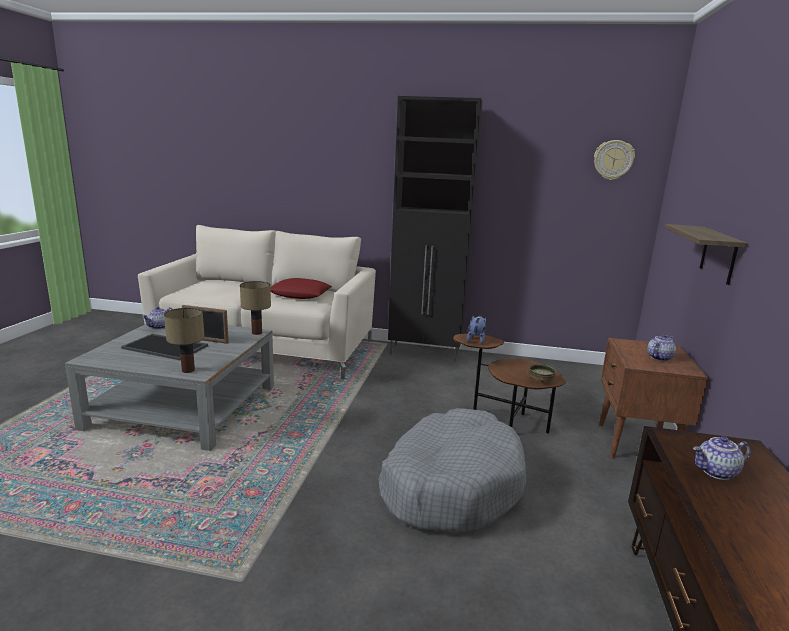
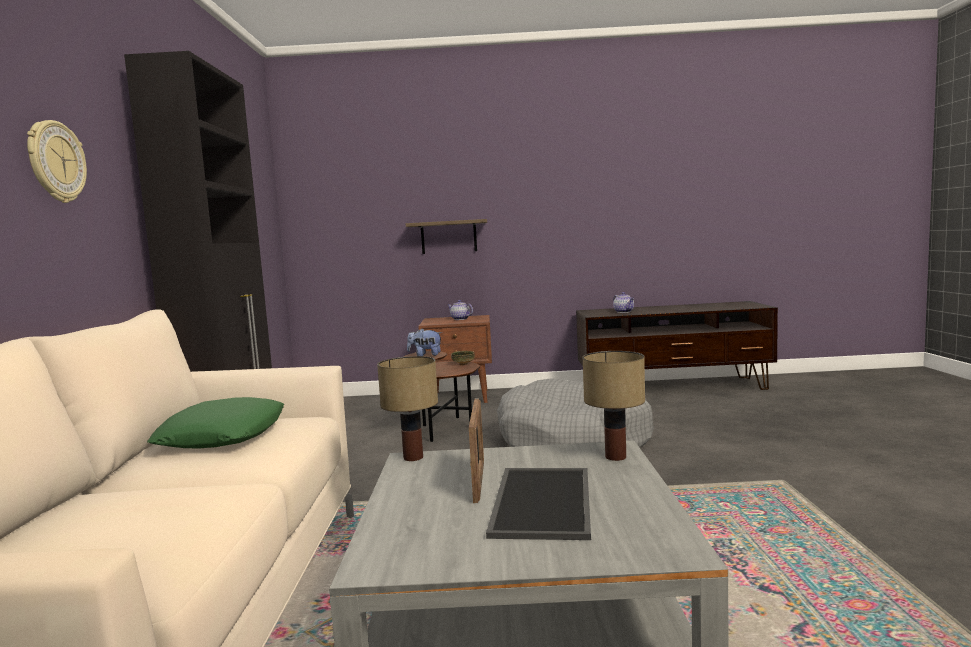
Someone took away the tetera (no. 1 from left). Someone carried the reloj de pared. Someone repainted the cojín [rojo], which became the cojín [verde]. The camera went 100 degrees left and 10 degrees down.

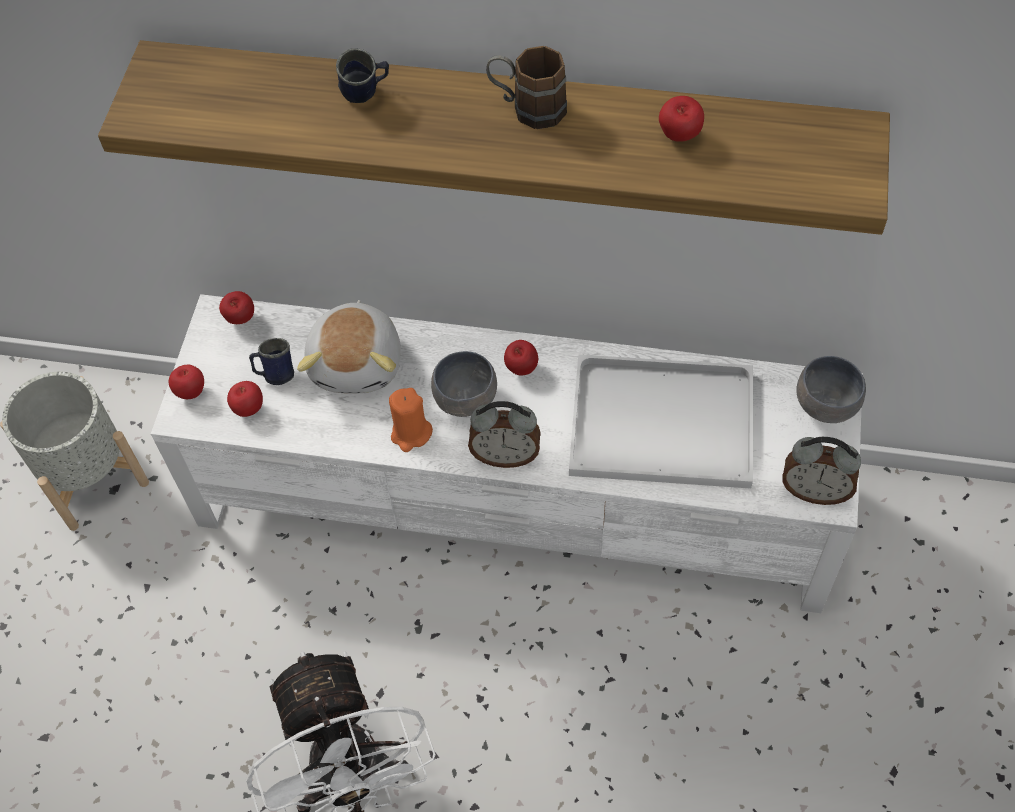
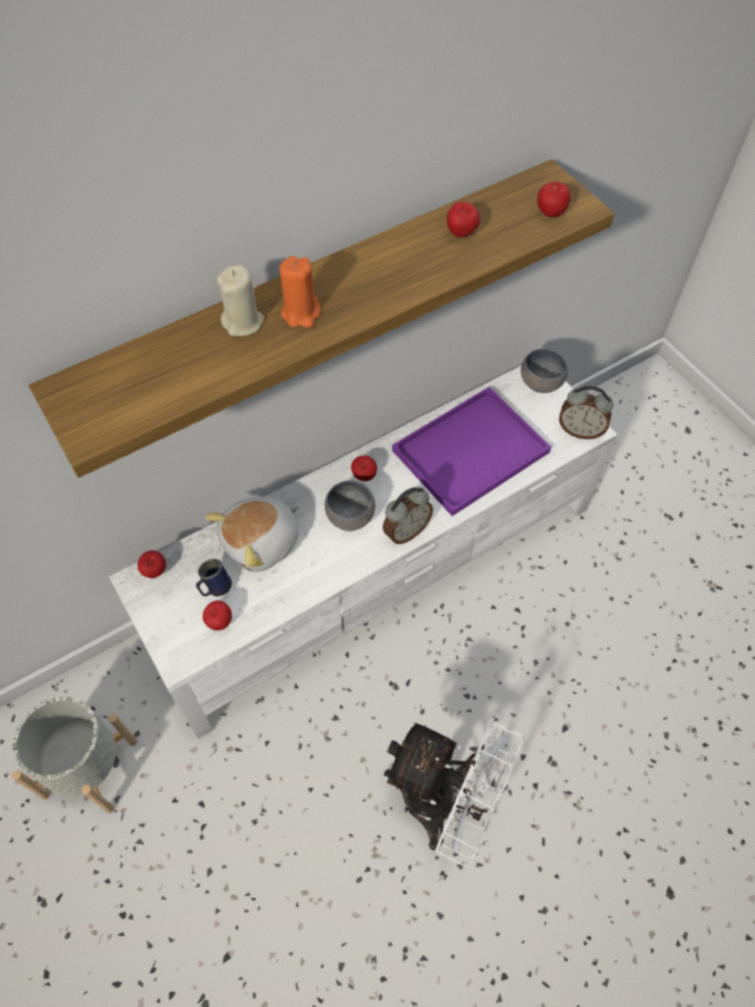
Someone took away the taza grande [marrón]. Someone carried the manzana (no. 1 from left in the first image). Someone carried the vela [naranja]. Someone swapped the taza grande [azul] (no. 2 from left) for the vela [beis]. Someone repainted the bandeja [blanco], which became the bandeja [morado]. Someone rotated the peluche by 90 degrees clockwise. Someone rotated the despertador (no. 2 from left) by 45 degrees clockwise. The camera went 45 degrees left and 0 degrees up.

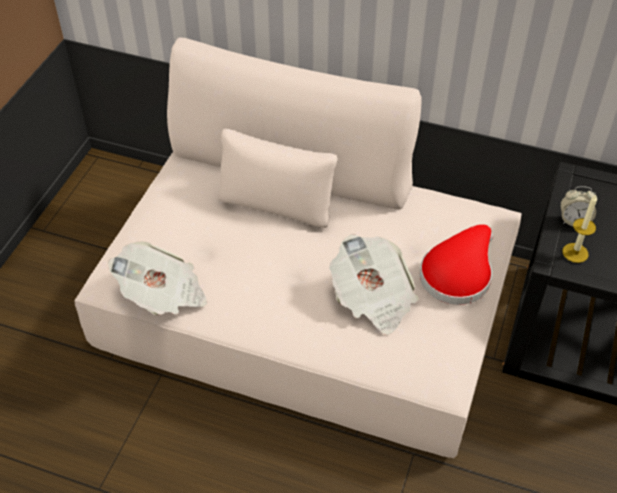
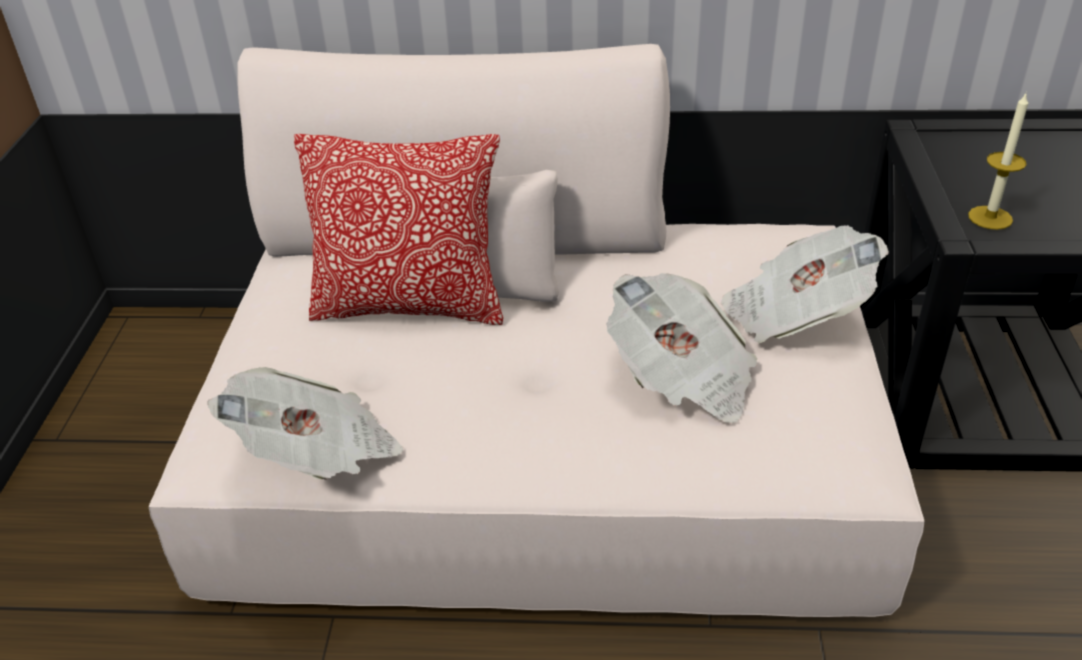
Someone took away the despertador. Someone put down the cojín. Someone swapped the sombrero [rojo] for the periódico (no. 3 from left). The camera went 15 degrees left and 10 degrees down.

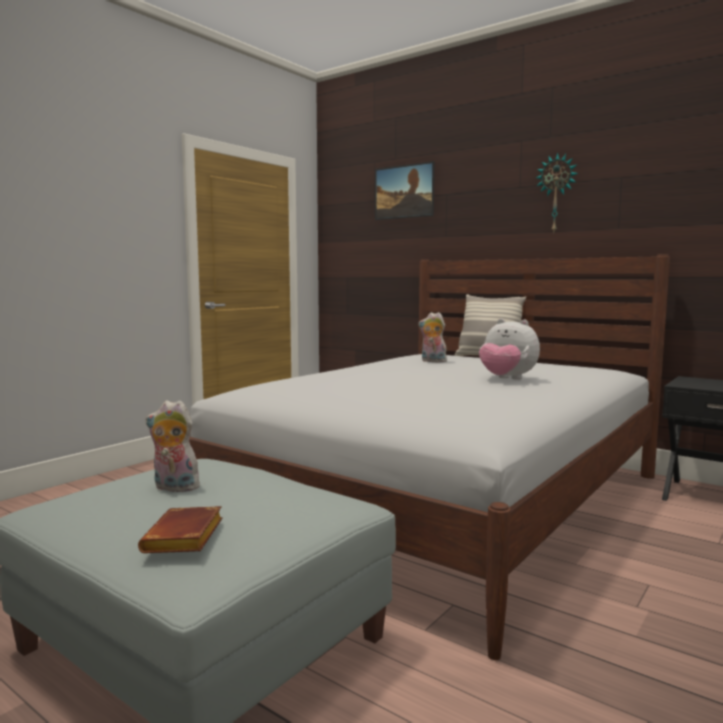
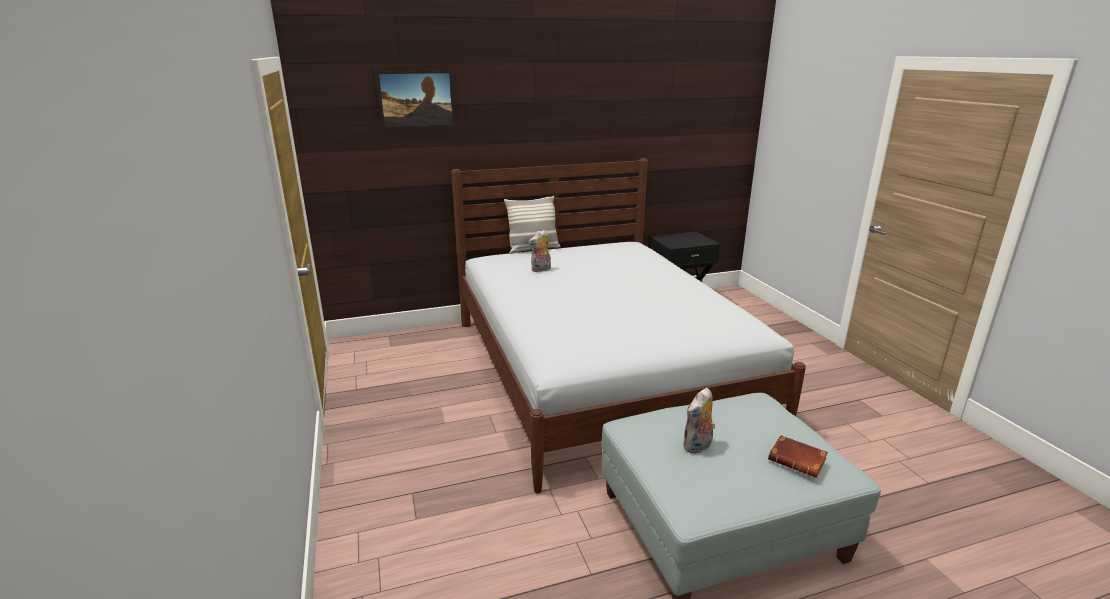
Someone took away the peluche (no. 3 from left). Someone took away the reloj de pared. The camera went 55 degrees left and 15 degrees up.

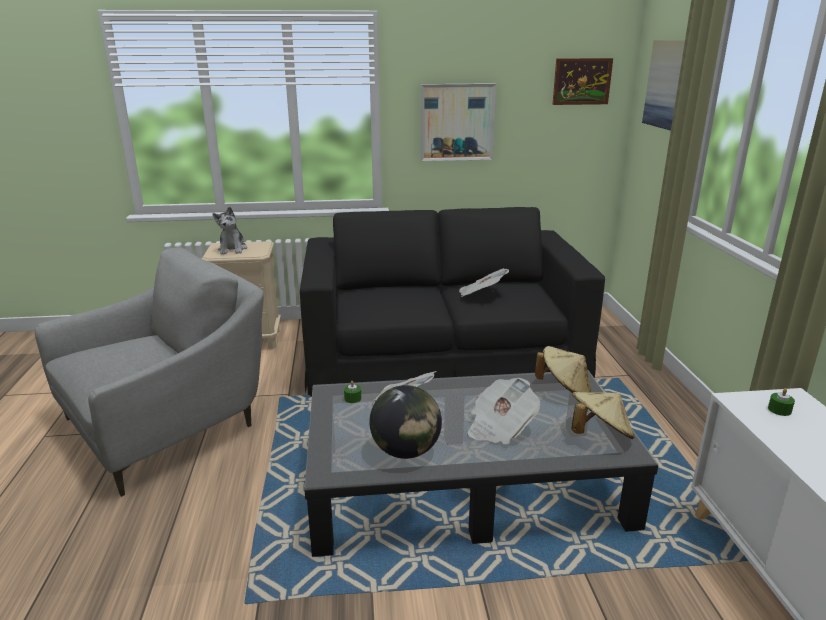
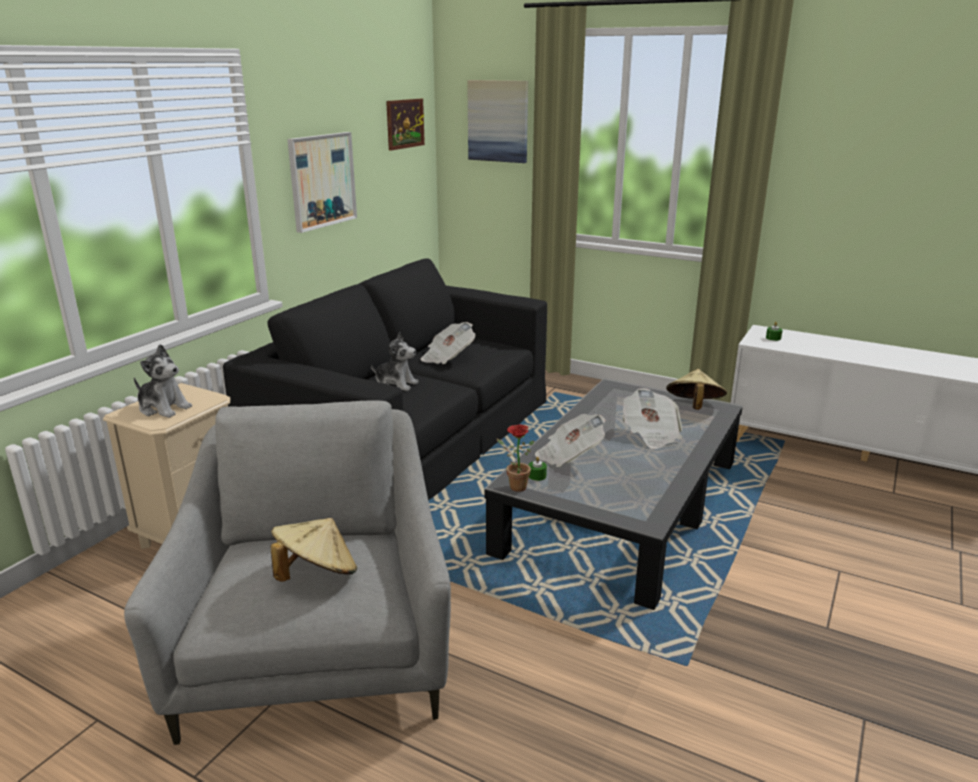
Someone took away the globo terráqueo. Someone put down the peluche (no. 2 from left). Someone put down the planta en maceta. Someone carried the sombrero [beis] (no. 1 from left). The camera went 55 degrees left and 0 degrees up.

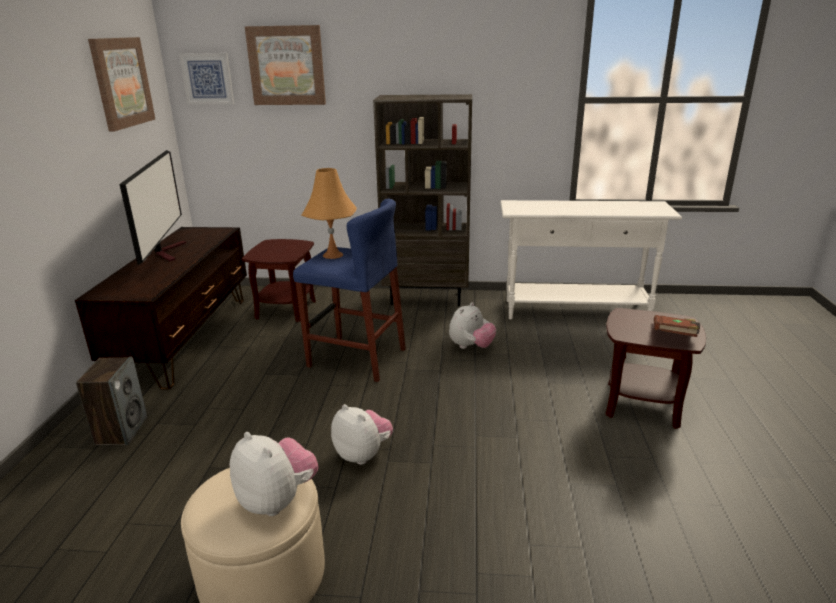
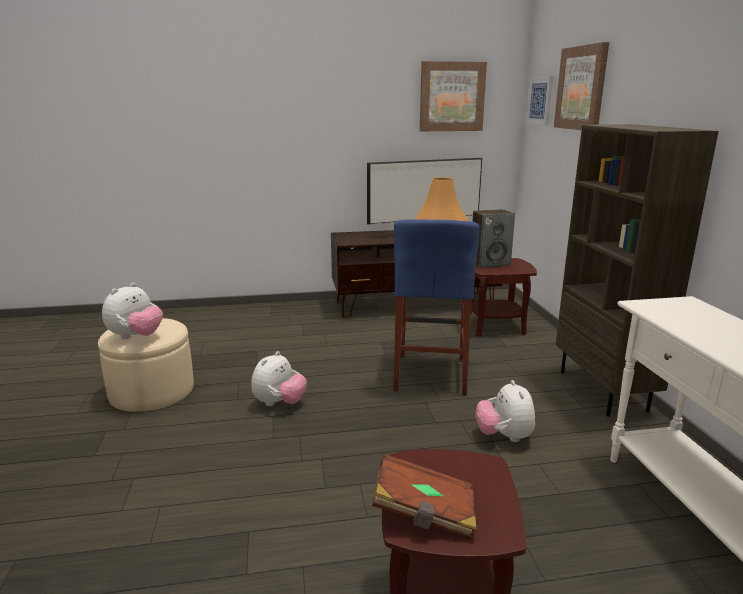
Someone carried the altavoz. Someone rotated the peluche (no. 3 from left) by 60 degrees clockwise. The camera went 75 degrees right and 5 degrees down.

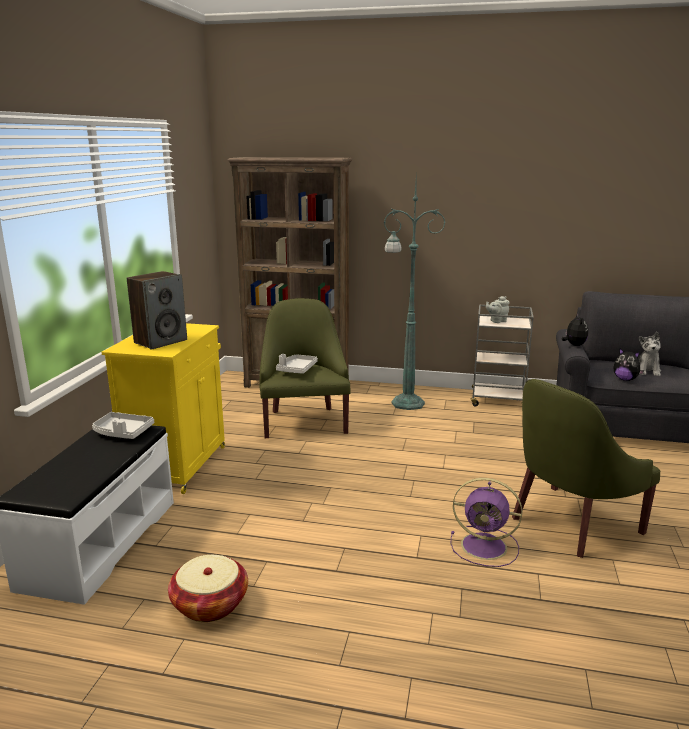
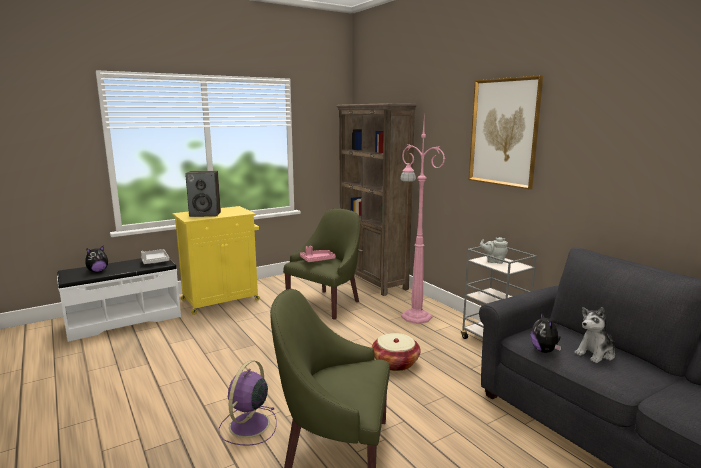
Someone put up the cuadro. Someone carried the cesta. Someone carried the peluche (no. 1 from left). Someone repainted the bandeja [gris] (no. 2 from left), which became the bandeja [rosa]. Someone repainted the lámpara de pie [verde], which became the lámpara de pie [rosa]. Someone rotated the ventilador [morado] by 45 degrees clockwise. The camera went 45 degrees right and 5 degrees down.

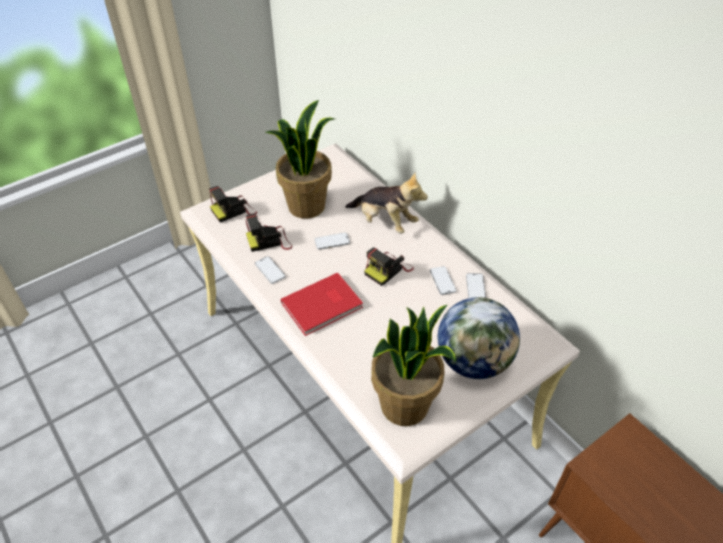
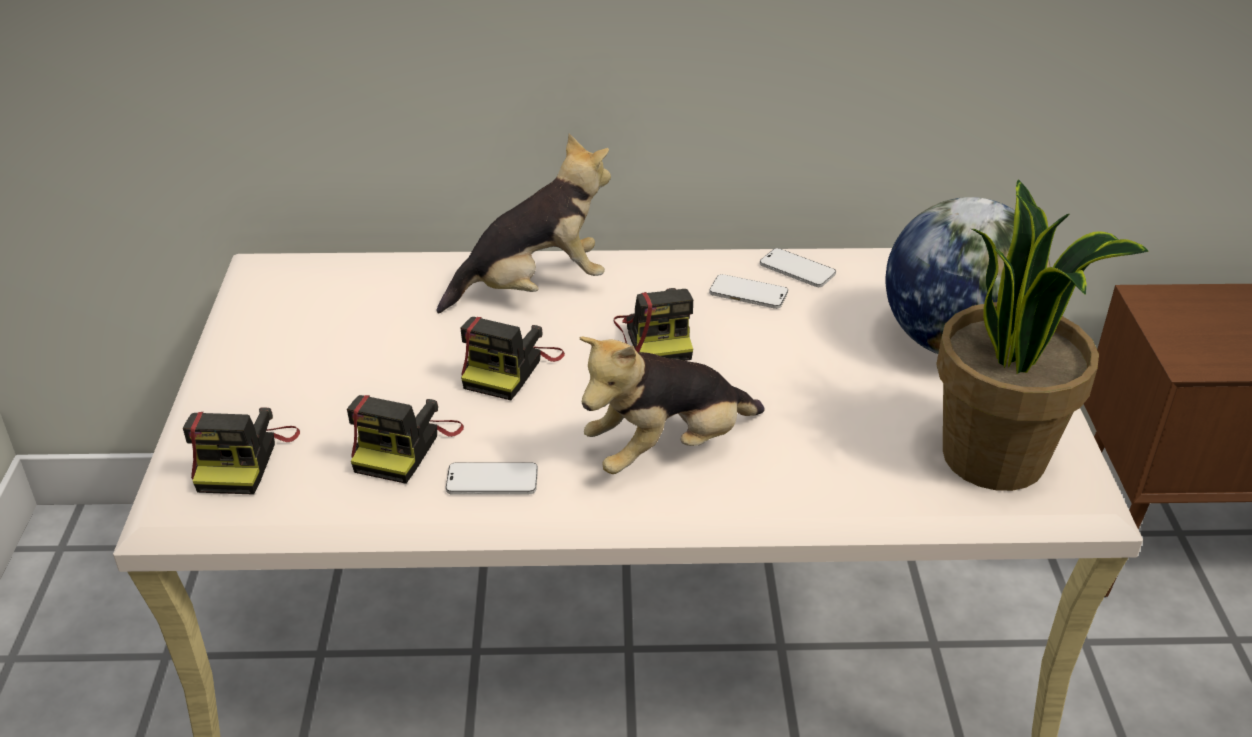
Someone took away the planta en maceta (no. 1 from left). Someone swapped the libro [rojo] for the peluche (no. 2 from left). Someone swapped the móvil (no. 2 from left) for the cámara (no. 3 from left). The camera went 55 degrees left and 10 degrees down.

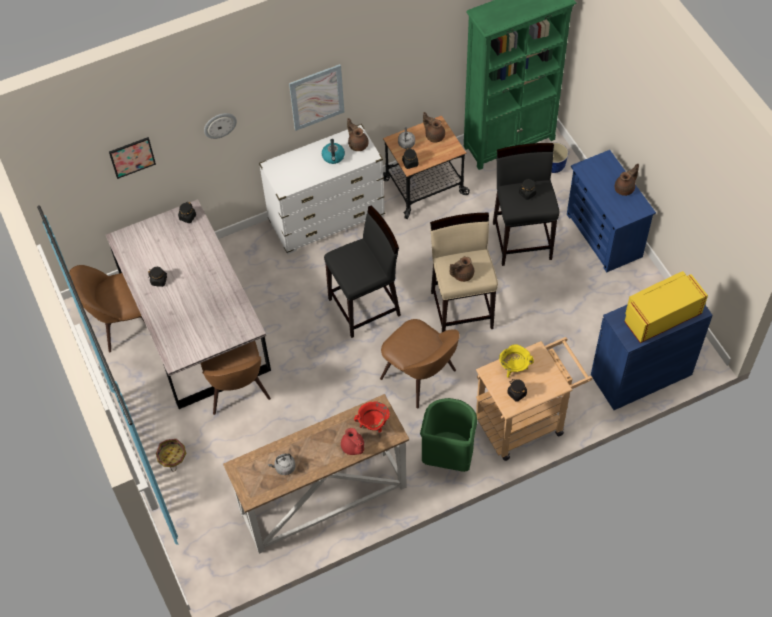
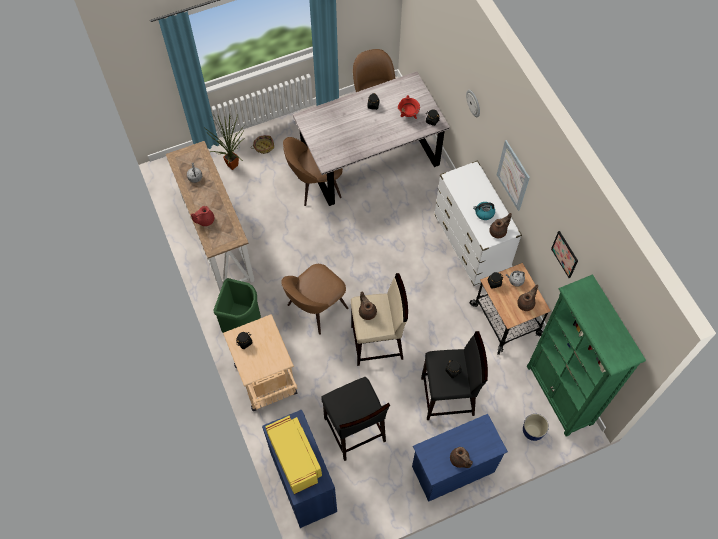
Someone took away the olla [amarillo]. Someone put down the planta en maceta. Someone carried the cuadro (no. 1 from left in the first image). Someone carried the taburete [negro] (no. 1 from left). Someone carried the olla [rojo]. The camera went 90 degrees right and 5 degrees up.

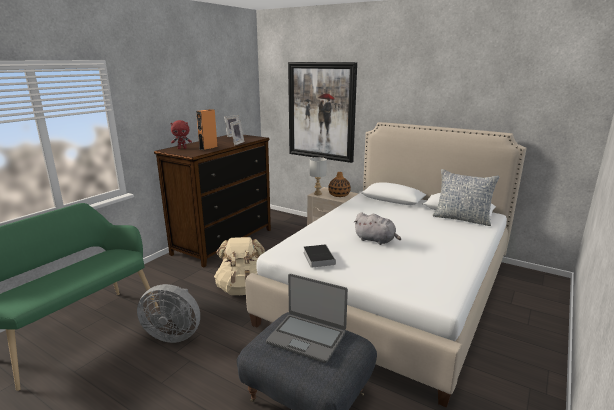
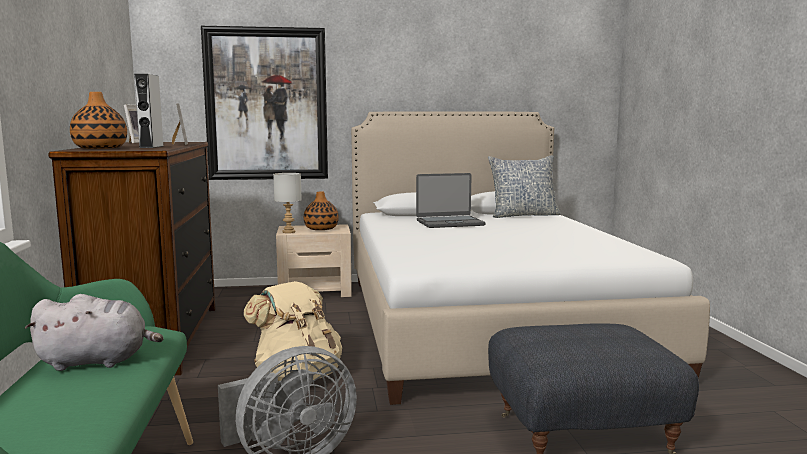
Someone took away the libro. Someone carried the portátil. Someone carried the peluche [gris]. Someone swapped the peluche [rojo] for the florero (no. 1 from left). Someone repainted the altavoz [naranja], which became the altavoz [gris]. The camera went 40 degrees left and 10 degrees down.

